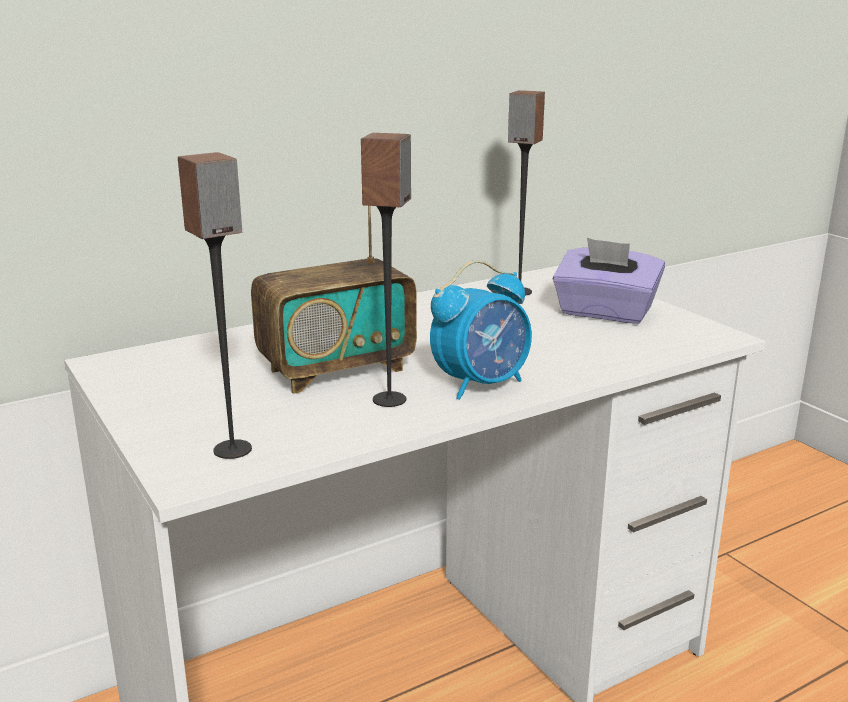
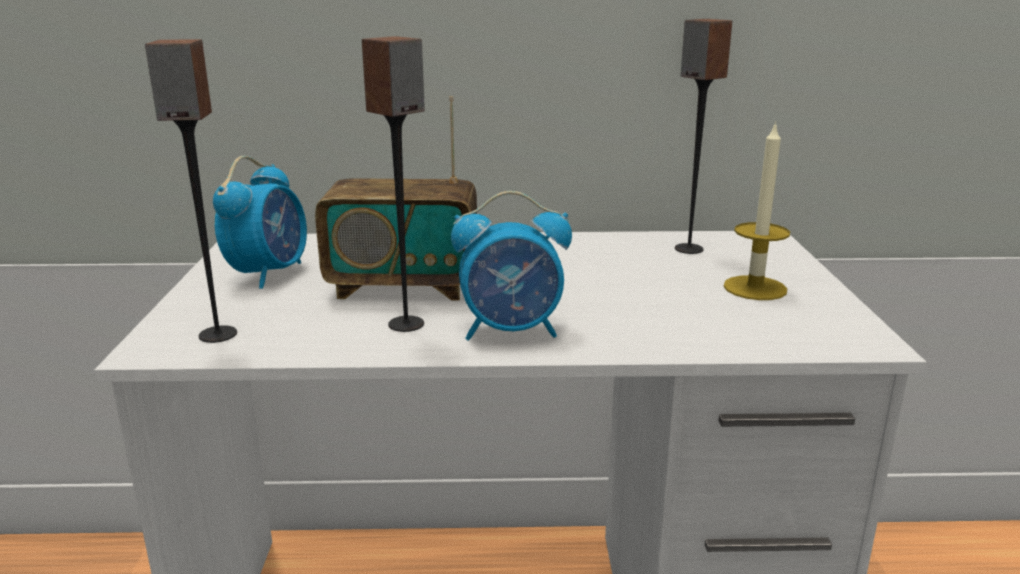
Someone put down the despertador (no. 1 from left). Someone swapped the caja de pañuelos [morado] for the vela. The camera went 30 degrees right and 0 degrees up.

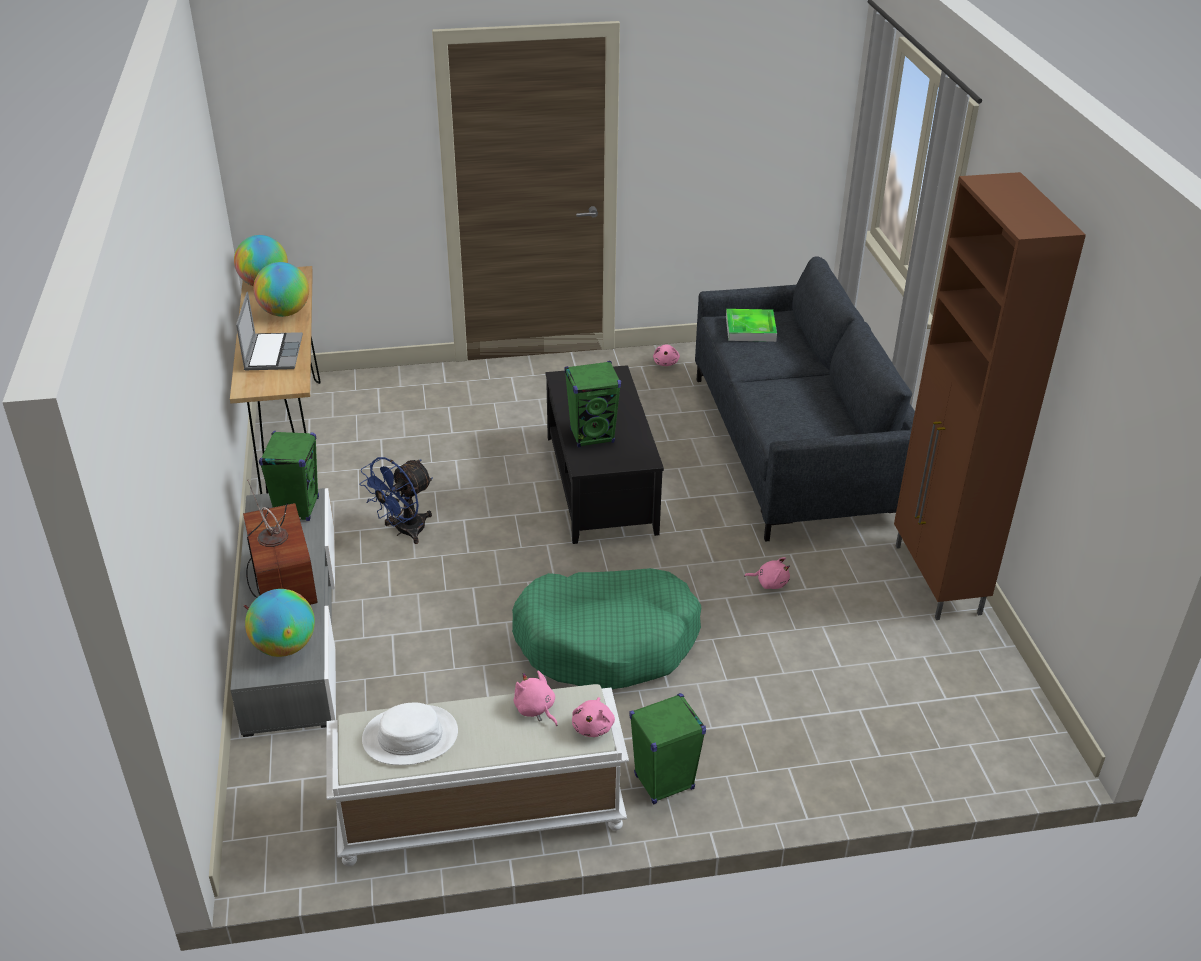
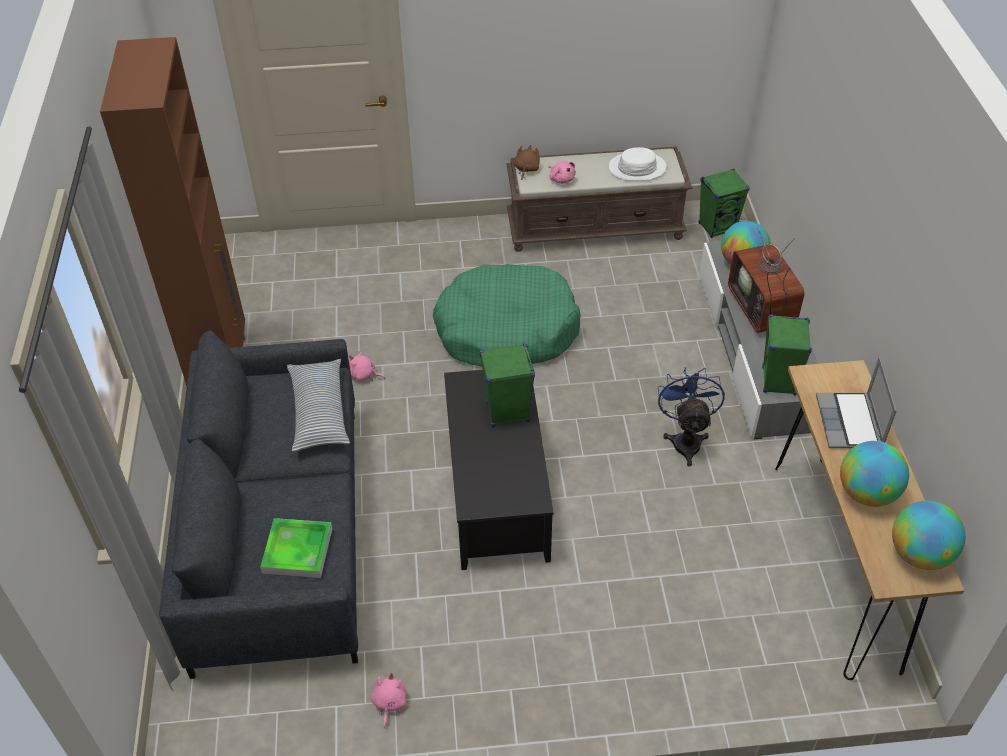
Someone put down the cojín. Someone carried the altavoz [verde] (no. 3 from left in the first image). Someone repainted the banco [blanco], which became the banco [marrón]. Someone repainted the peluche [rosa] (no. 2 from left), which became the peluche [marrón]. Someone rotated the ventilador [azul] by 45 degrees counterclockwise. The camera went 175 degrees left and 10 degrees up.

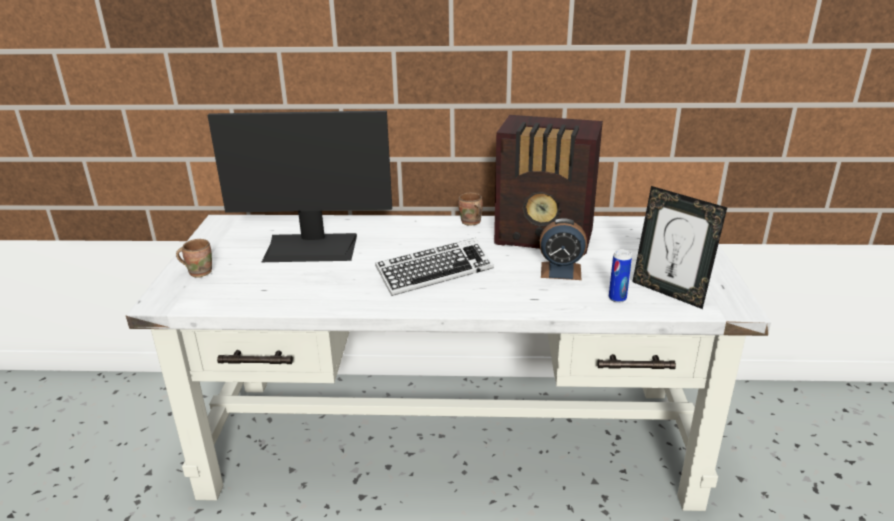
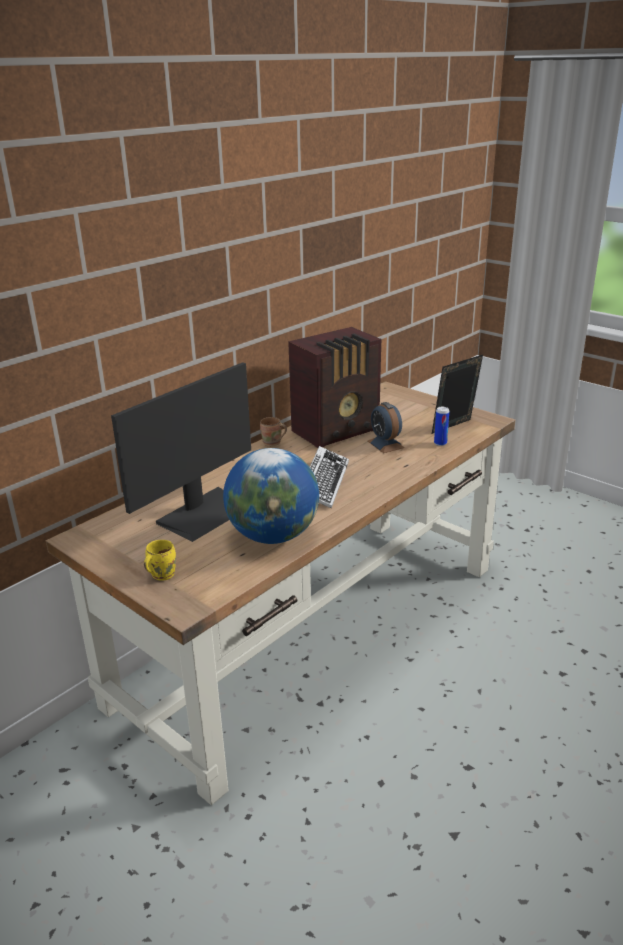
Someone put down the globo terráqueo. Someone repainted the escritorio [blanco], which became the escritorio [marrón]. Someone repainted the taza grande [marrón] (no. 1 from left), which became the taza grande [amarillo]. Someone rotated the despertador by 105 degrees clockwise. Someone rotated the portarretratos by 150 degrees clockwise. The camera went 50 degrees left and 0 degrees up.

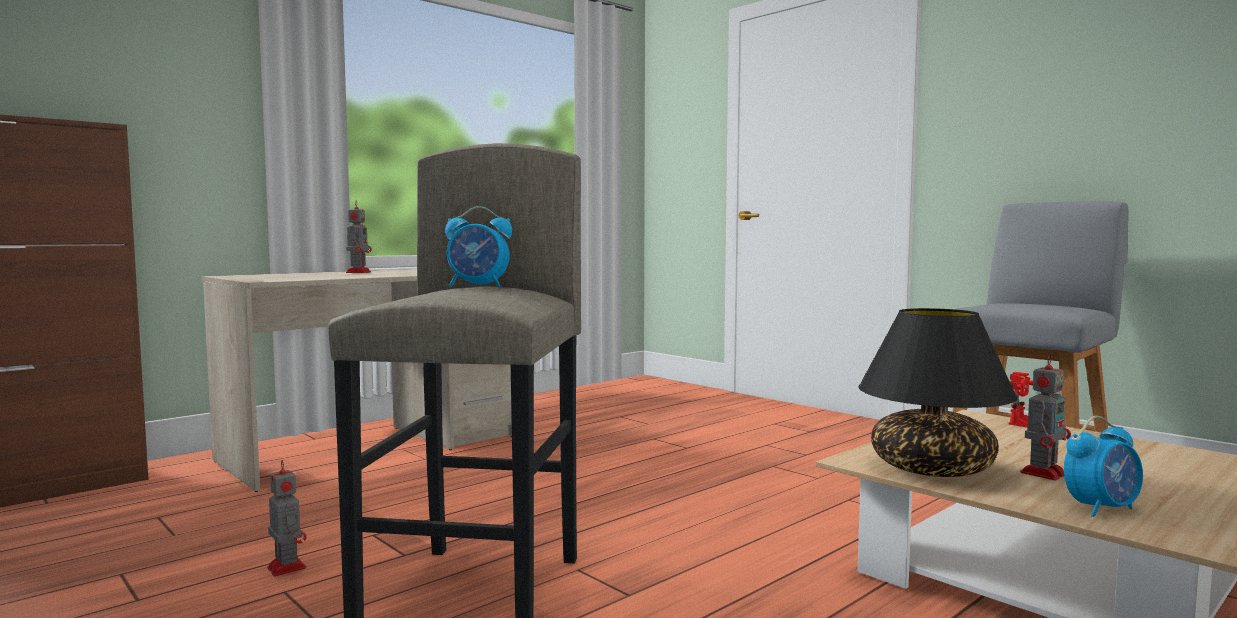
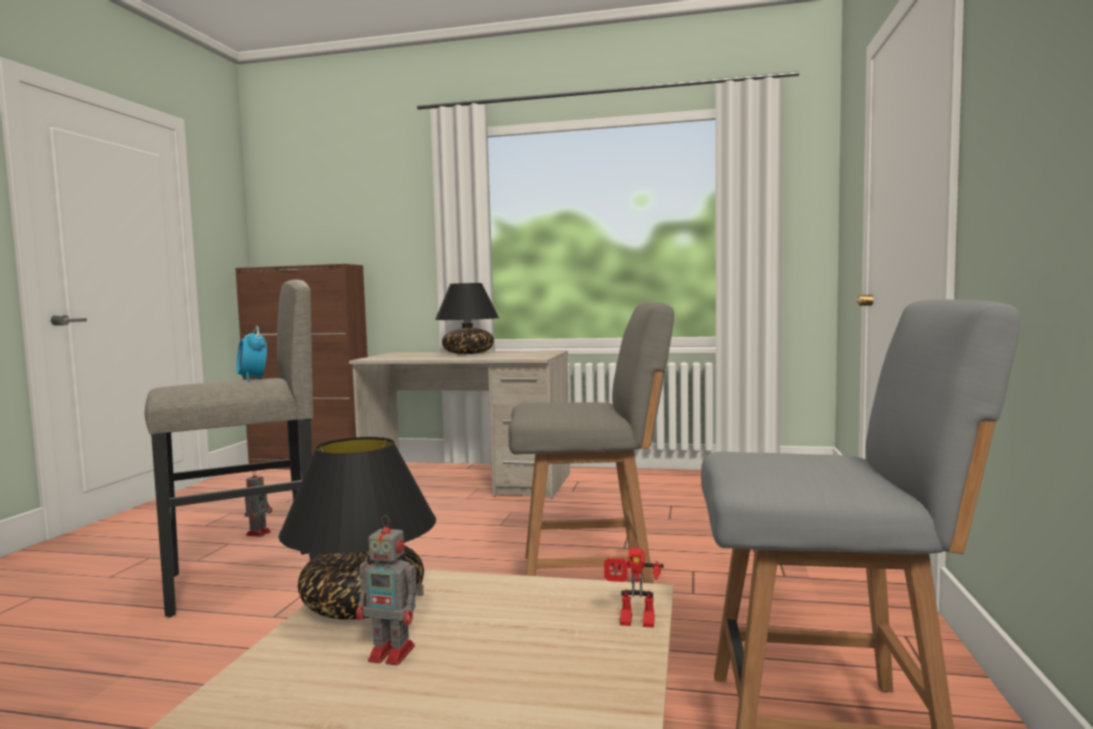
Someone took away the despertador (no. 2 from left). Someone put down the silla [gris] (no. 1 from left). Someone swapped the robot de juguete (no. 2 from left) for the lámpara de mesa [negro] (no. 2 from left). The camera went 55 degrees right and 0 degrees up.

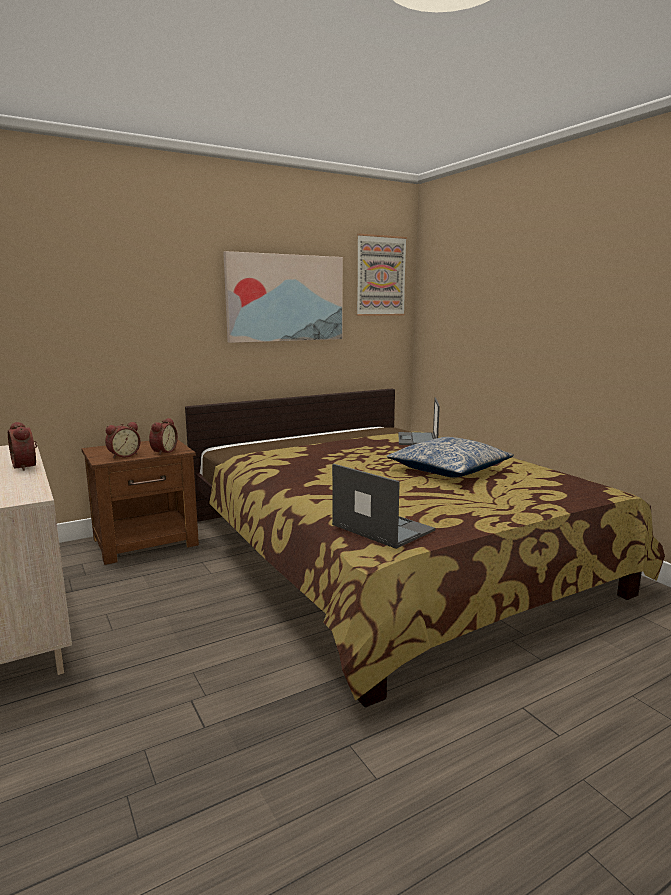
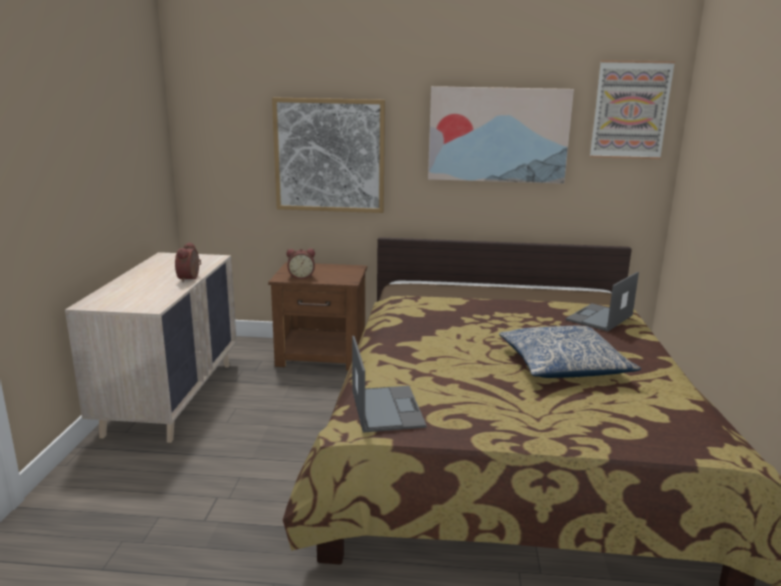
Someone took away the despertador (no. 3 from left). Someone put up the cuadro (no. 1 from left). The camera went 35 degrees right and 5 degrees up.

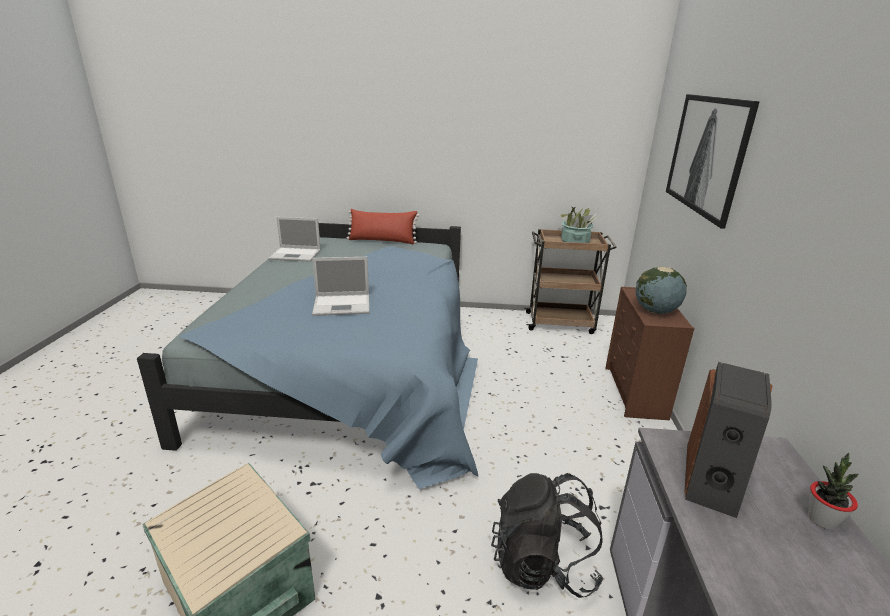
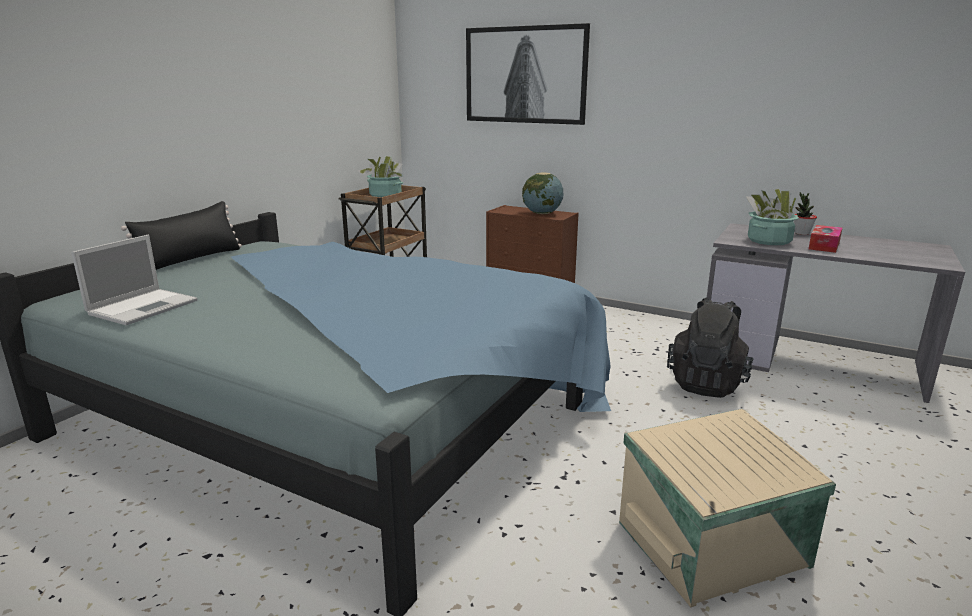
Someone took away the portátil (no. 2 from left). Someone put down the caja de pañuelos. Someone swapped the altavoz for the planta en maceta (no. 2 from left). Someone repainted the cojín [rojo], which became the cojín [negro]. The camera went 65 degrees left and 5 degrees down.

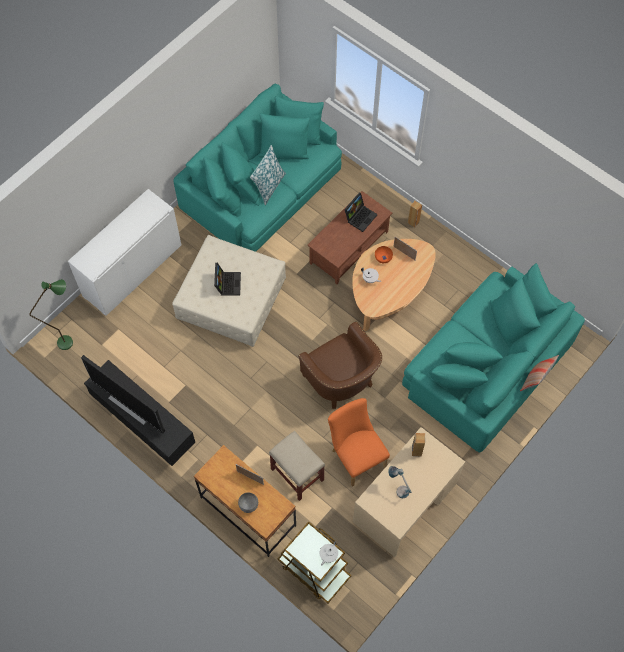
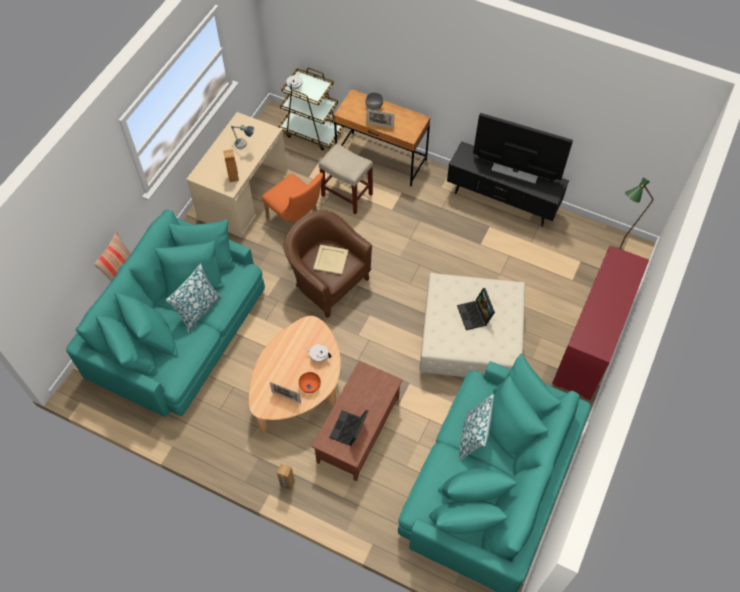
Someone put down the cojín (no. 2 from left). Someone put down the bandeja [beis]. Someone repainted the armario [blanco], which became the armario [rojo]. The camera went 165 degrees right and 5 degrees down.

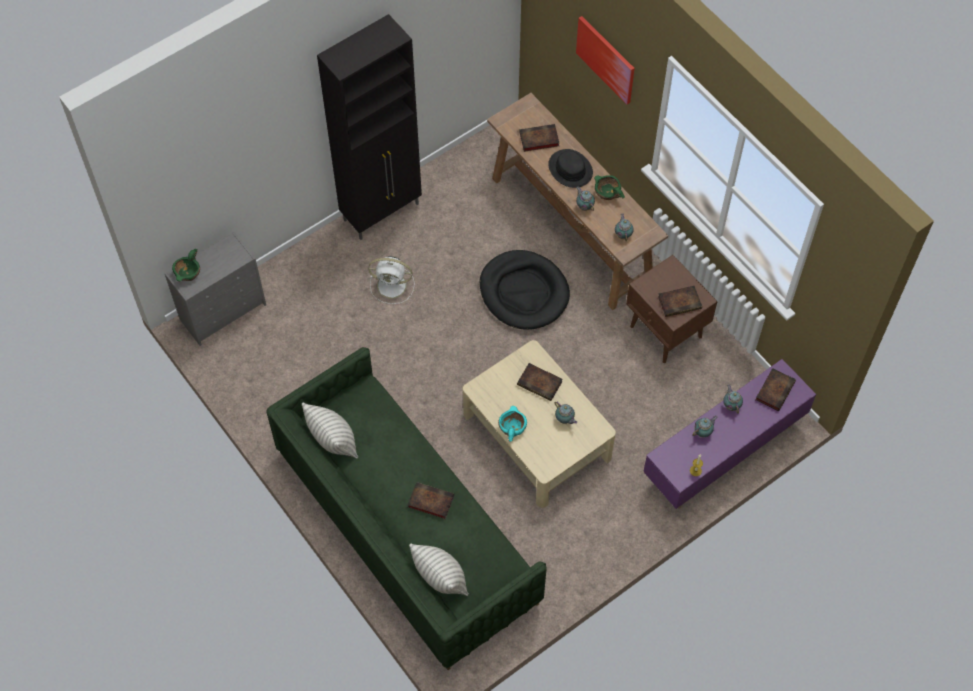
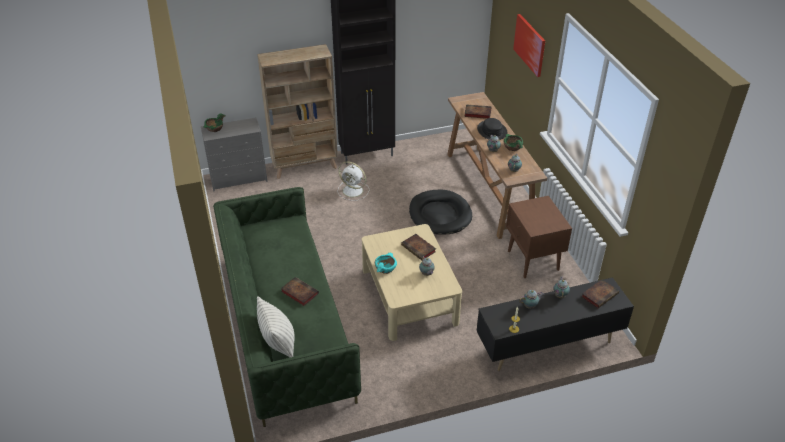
Someone took away the cojín (no. 1 from left). Someone took away the libro (no. 4 from left). Someone put down the estantería [beis]. Someone repainted the mueble de televisión [morado], which became the mueble de televisión [negro]. The camera went 20 degrees right and 20 degrees down.

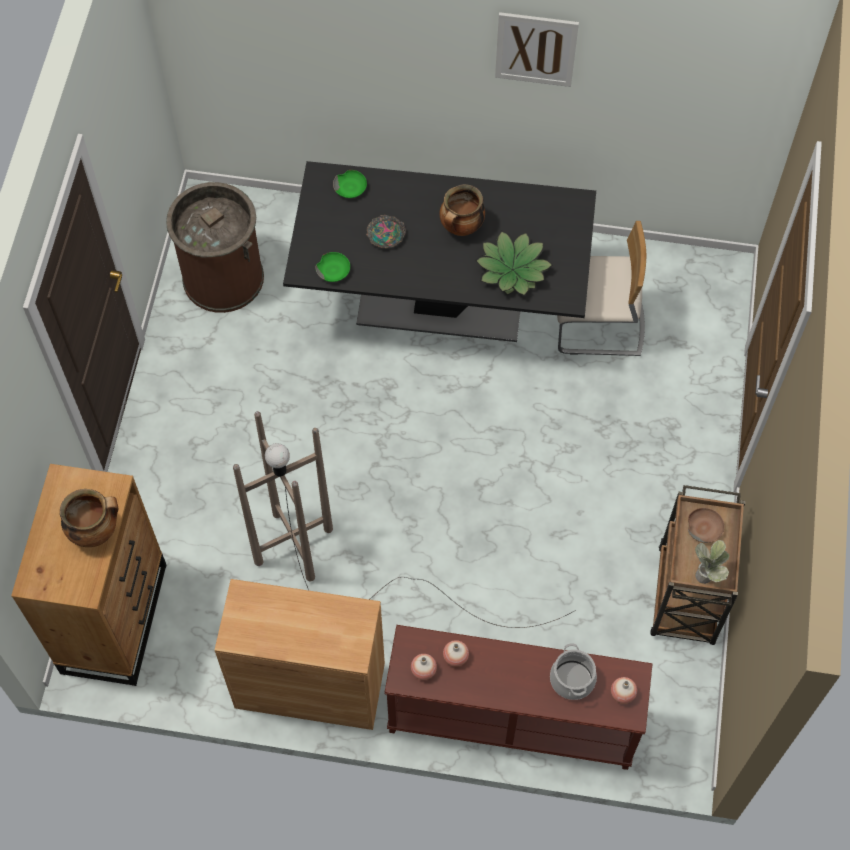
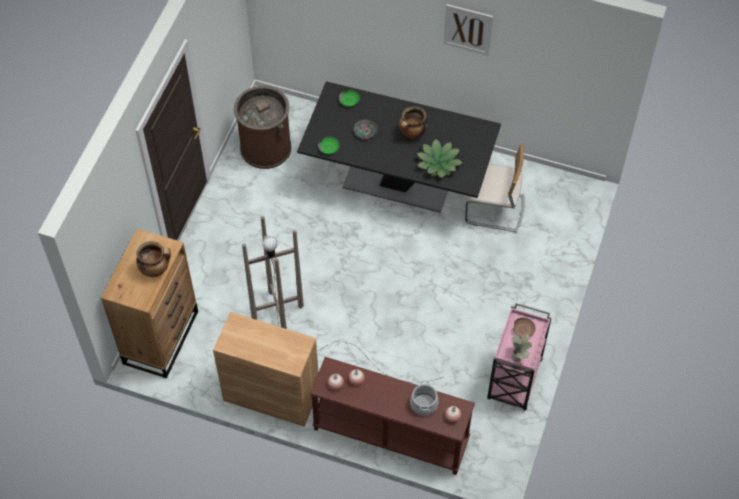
Someone repainted the carrito [marrón], which became the carrito [rosa]. The camera went 10 degrees right and 5 degrees down.

